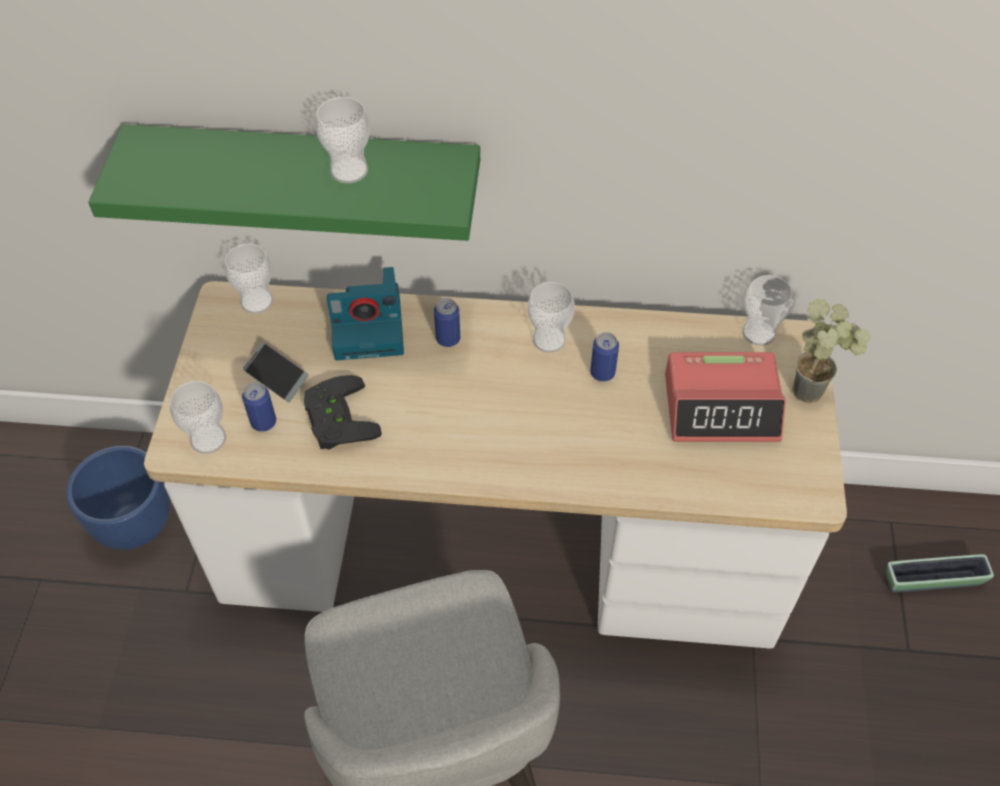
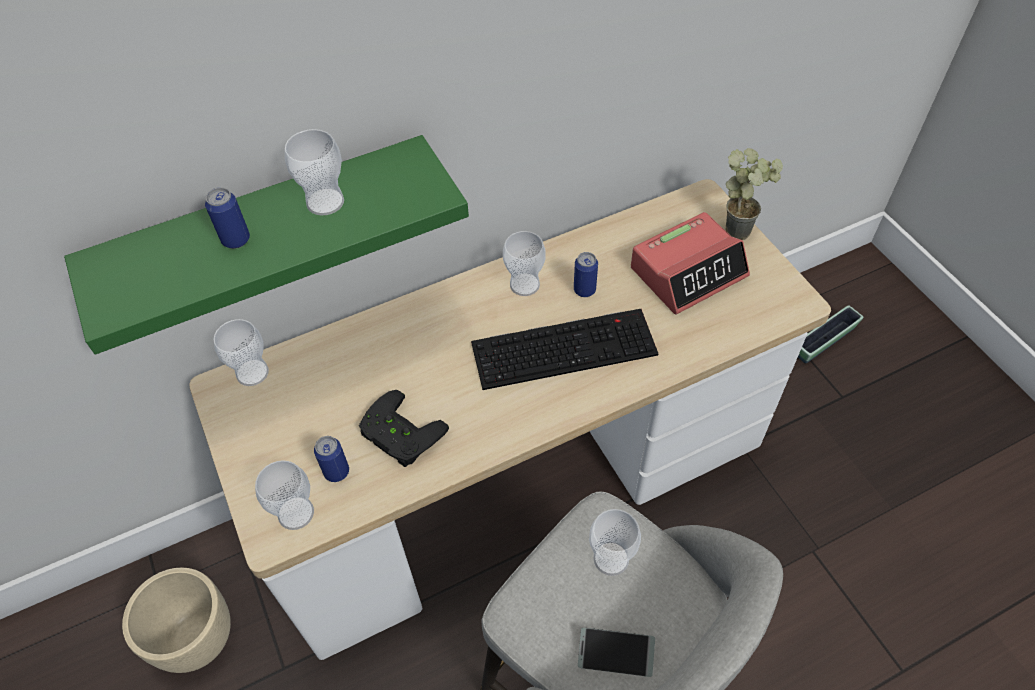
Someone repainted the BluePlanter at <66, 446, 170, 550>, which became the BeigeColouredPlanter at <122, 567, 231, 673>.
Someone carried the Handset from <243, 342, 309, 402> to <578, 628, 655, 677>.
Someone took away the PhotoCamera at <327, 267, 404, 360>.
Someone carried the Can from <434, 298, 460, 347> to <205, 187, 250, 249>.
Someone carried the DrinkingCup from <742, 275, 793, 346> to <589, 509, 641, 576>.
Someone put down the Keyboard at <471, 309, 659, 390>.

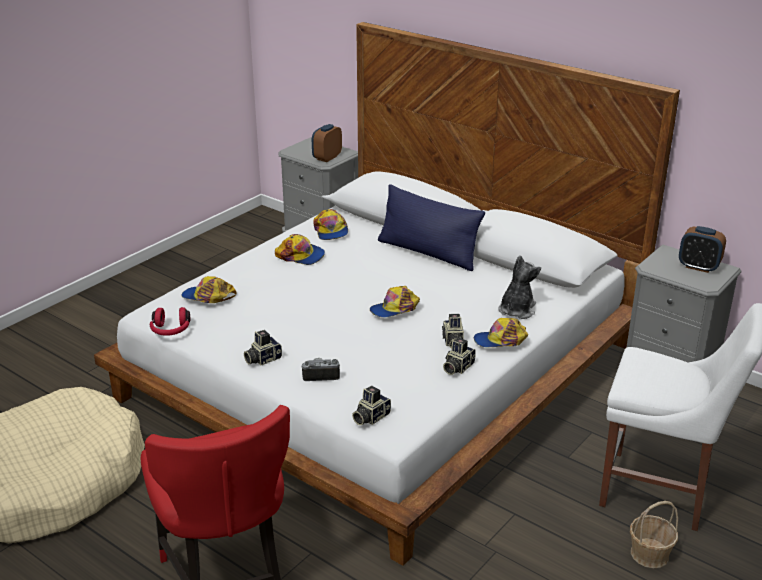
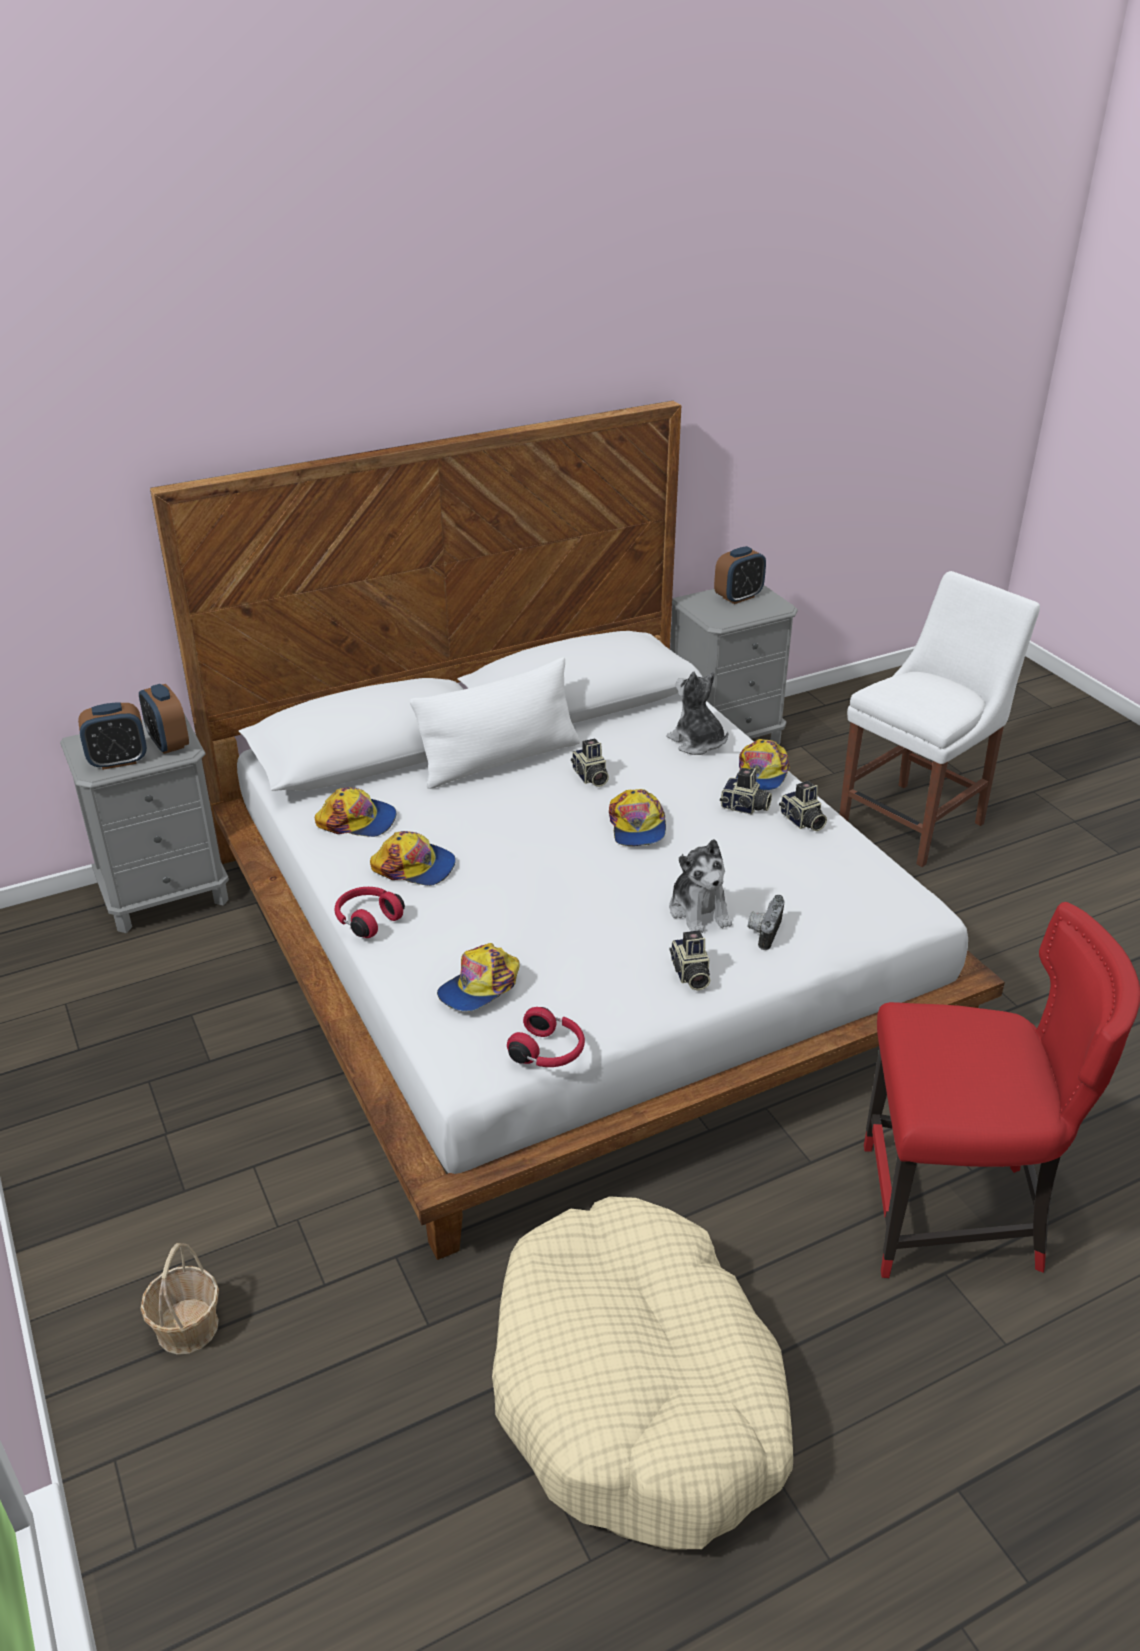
Someone rotated the PeakedCap at <275, 234, 325, 265> by 60 degrees clockwise.
Someone carried the PhotoCamera from <352, 386, 391, 425> to <571, 739, 609, 787>.
Someone repainted the BluePillow at <378, 184, 485, 271>, which became the WhitePillow at <410, 657, 580, 789>.
Someone carried the HouseholdBasket from <630, 501, 678, 568> to <140, 1243, 219, 1355>.
Someone put down the TableClock at <78, 702, 147, 770>.
Someone put down the ReddishHeadphones at <335, 887, 405, 938>.
Someone put down the PlushToy at <669, 839, 732, 933>.

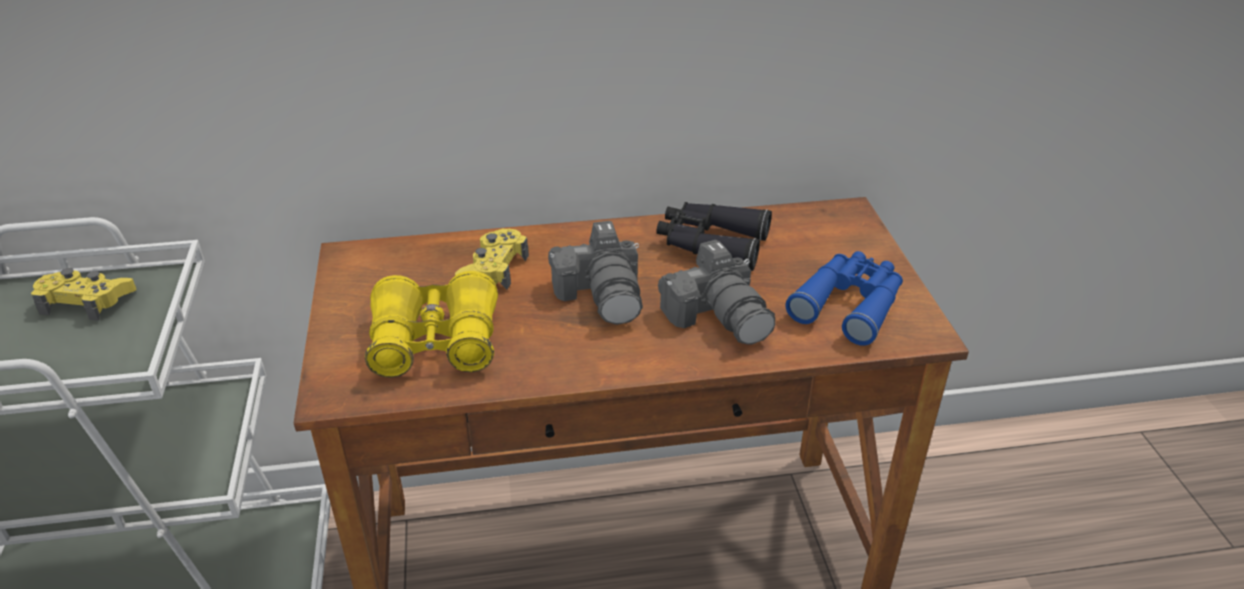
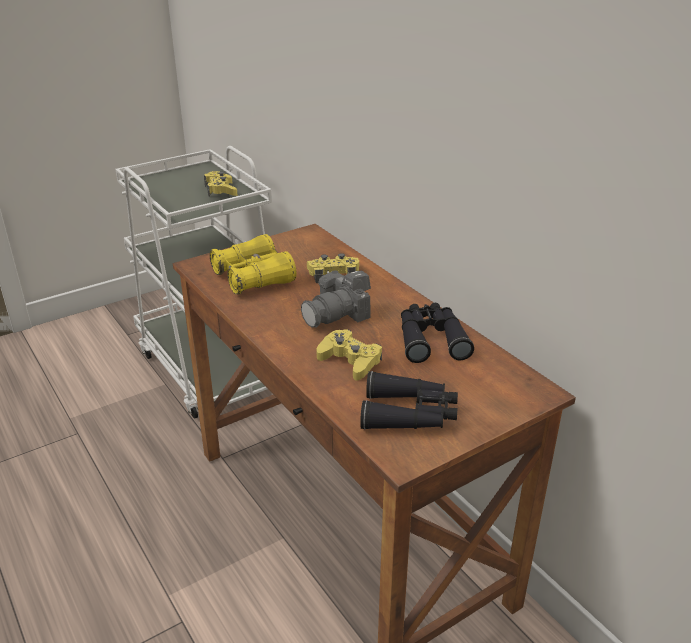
Someone swapped the PhotoCamera at <658, 240, 775, 345> for the YellowJoypad at <317, 329, 382, 381>.
Someone repainted the BlueFieldGlasses at <785, 251, 903, 346>, which became the BlackFieldGlasses at <360, 371, 458, 430>.

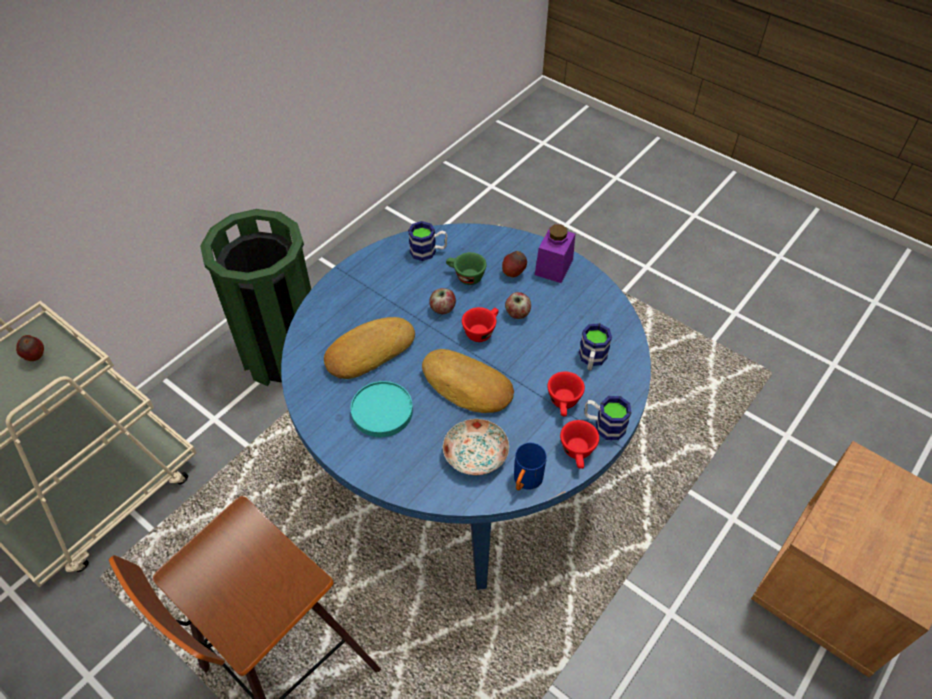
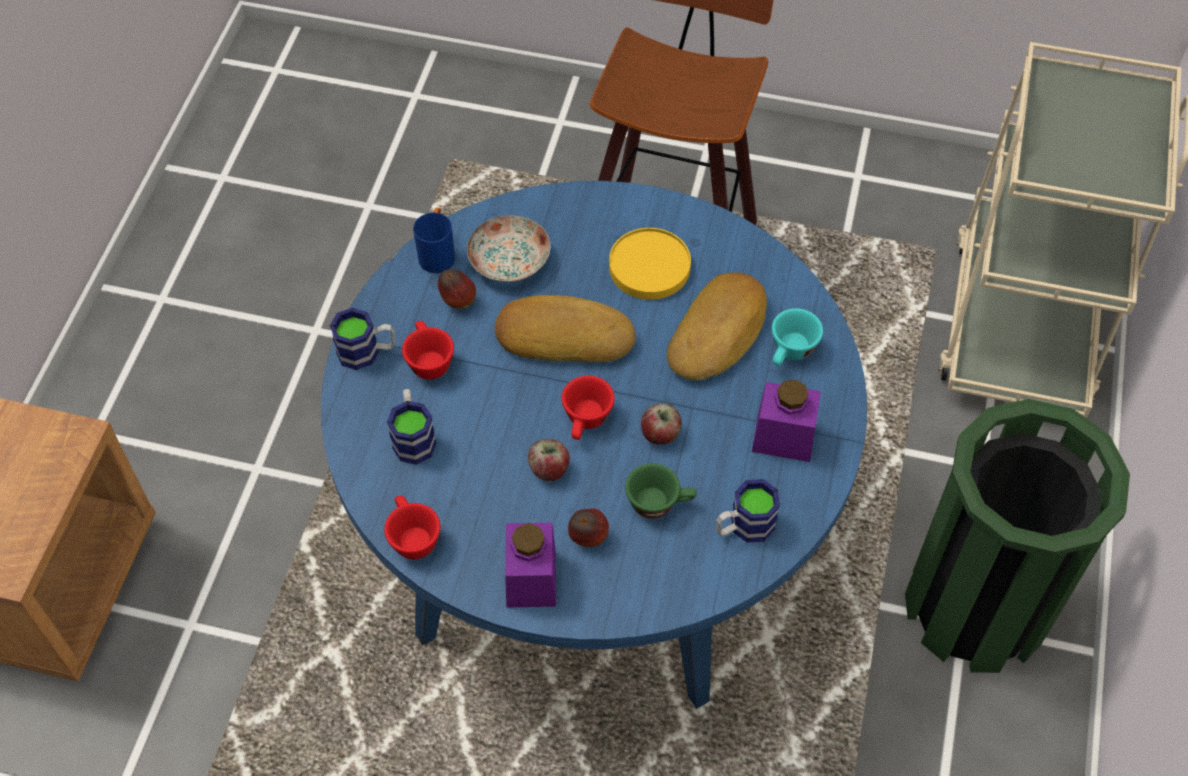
Someone carried the AppleFruit from <16, 335, 44, 361> to <438, 269, 476, 309>.
Someone repainted the BlueGreenDinnerPlate at <351, 381, 413, 437>, which became the YellowDinnerPlate at <609, 228, 691, 300>.
Someone carried the ReddishDrinkingCup from <560, 420, 599, 469> to <384, 496, 440, 559>.
Someone put down the PurplishStorageJar at <752, 379, 821, 462>.
Someone put down the BlueGreenDrinkingCup at <772, 308, 823, 366>.

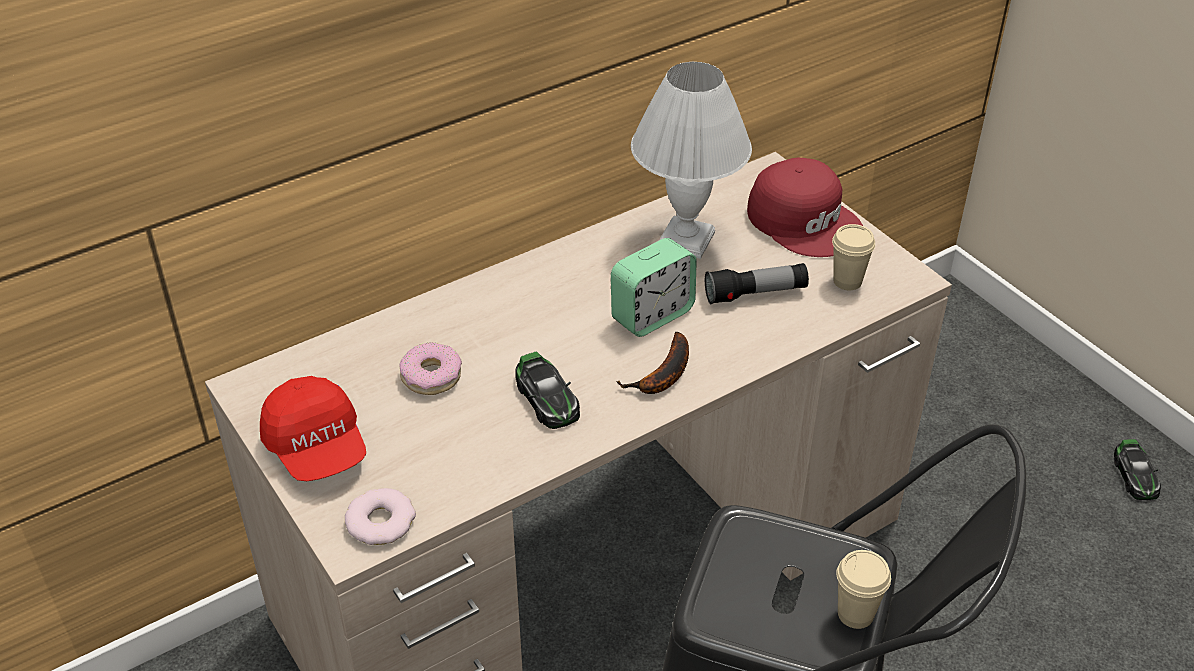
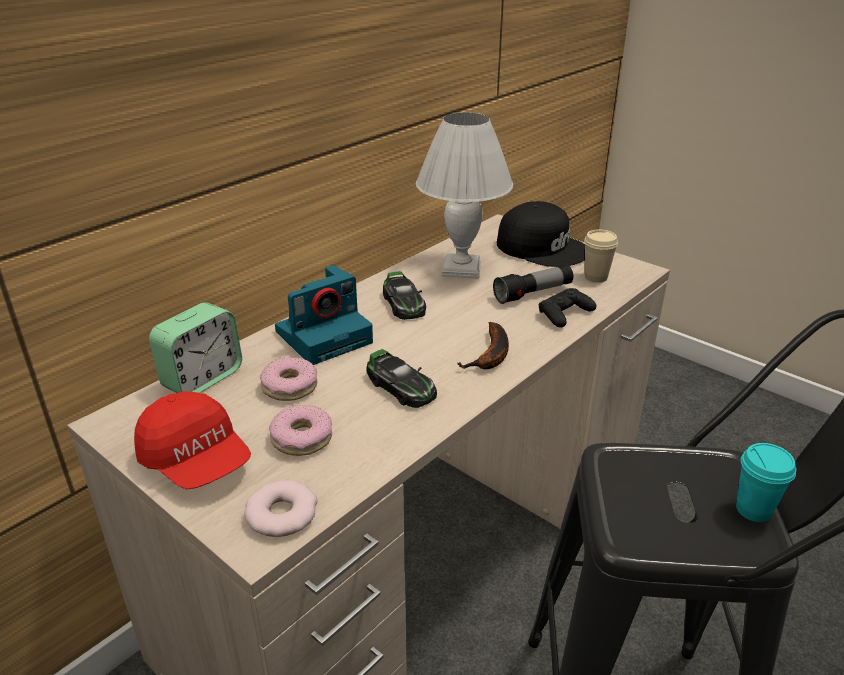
Someone carried the TableClock from <611, 238, 697, 337> to <149, 302, 242, 393>.
Someone repainted the ReddishPeakedCap at <747, 158, 863, 257>, which became the BlackPeakedCap at <497, 201, 585, 267>.
Someone repainted the BeigeColouredDrinkingCup at <836, 550, 891, 629>, which became the BlueGreenDrinkingCup at <736, 443, 796, 522>.
Someone carried the ToyCar from <1114, 439, 1161, 500> to <383, 271, 426, 320>.
Someone put down the RingDoughnut at <269, 405, 332, 456>.
Someone put down the PhotoCamera at <275, 265, 373, 365>.
Someone put down the BlackJoypad at <539, 288, 596, 327>.

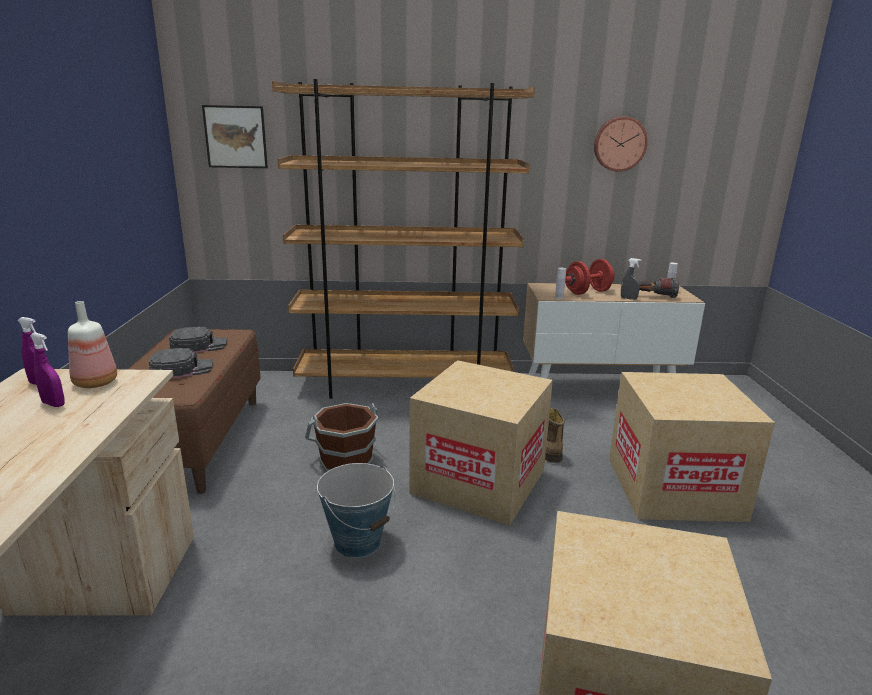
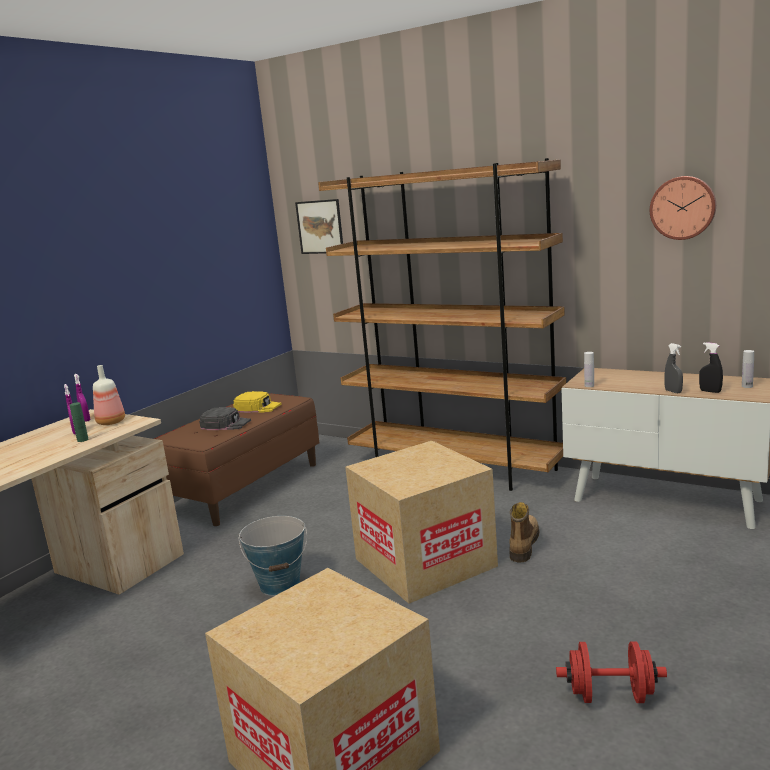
Someone repainted the BlackPeakedCap at <169, 327, 227, 353>, which became the YellowPeakedCap at <233, 391, 282, 413>.
Someone took away the BrownColouredWaterBucket at <305, 403, 378, 472>.
Someone carried the ReddishDumbbell from <565, 259, 615, 295> to <556, 642, 667, 703>.
Someone took away the CardboardBox at <609, 372, 775, 522>.
Someone swapped the Torch at <640, 277, 679, 298> for the BlackSprayer at <699, 342, 723, 393>.
Someone put down the GreenColouredBottle at <70, 402, 88, 442>.

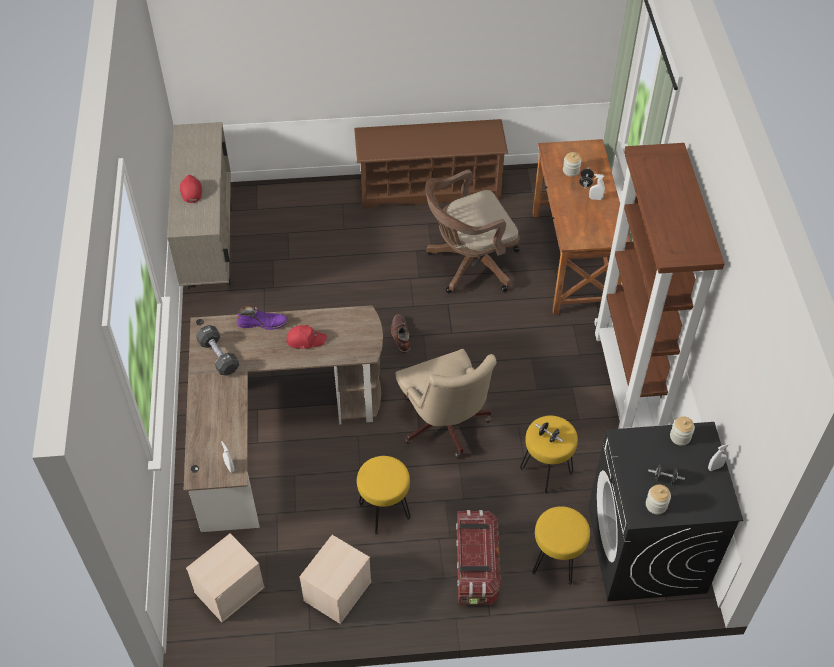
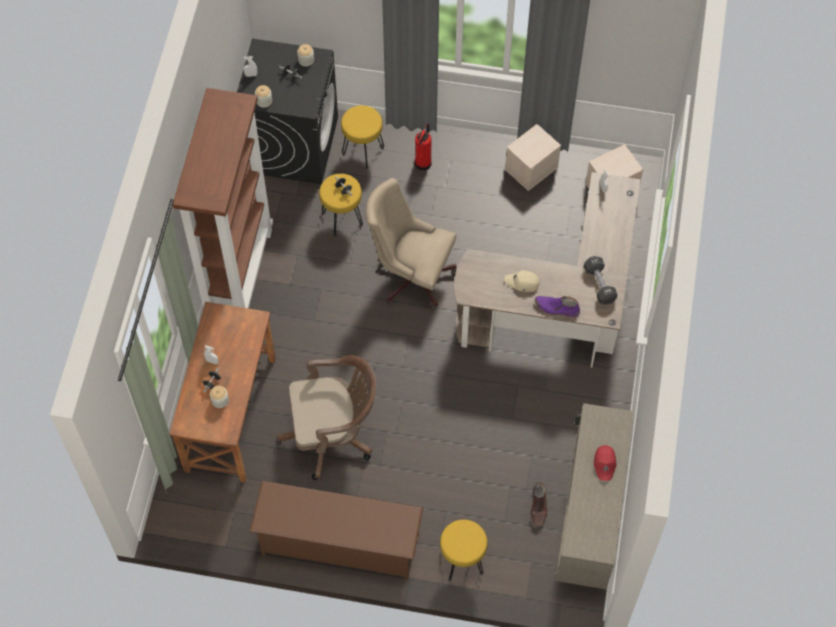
Someone repainted the ReddishPeakedCap at <286, 325, 327, 349>, which became the BeigeColouredPeakedCap at <504, 270, 540, 292>.
Someone carried the YellowStoolSeat from <357, 456, 410, 535> to <440, 520, 488, 581>.
Someone carried the BrownColouredHighTopBoot from <391, 314, 411, 354> to <530, 482, 547, 527>.
Someone rotated the BeigeColouredDeskChair at <395, 349, 496, 458> by 60 degrees counterclockwise.
Someone swapped the StorageContainer at <456, 510, 501, 605> for the FireFightingCylinder at <415, 123, 432, 170>.

